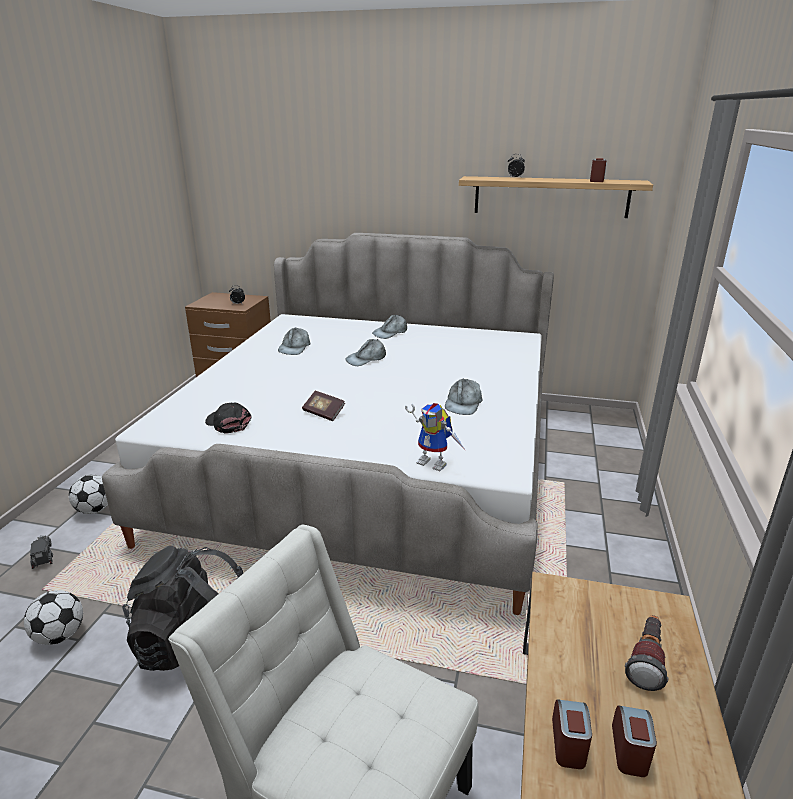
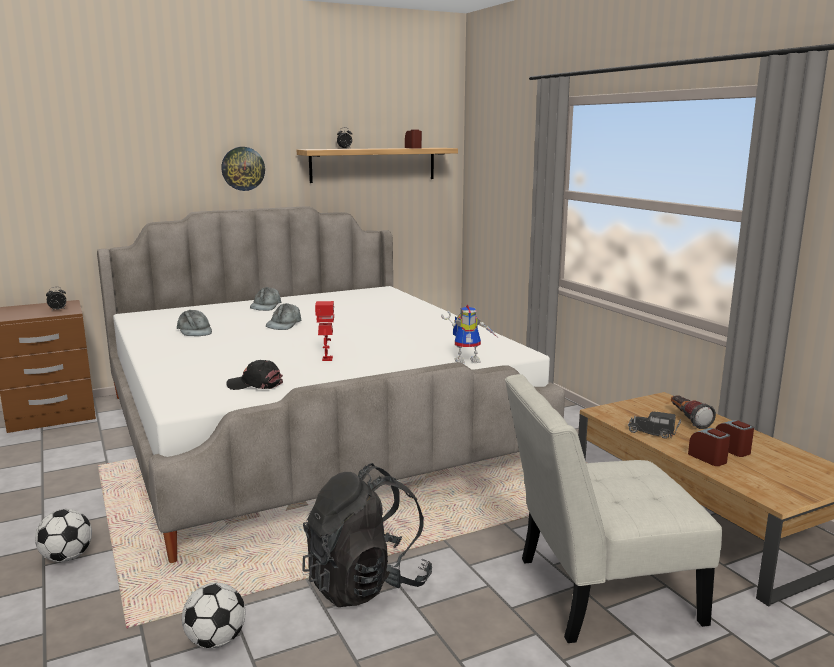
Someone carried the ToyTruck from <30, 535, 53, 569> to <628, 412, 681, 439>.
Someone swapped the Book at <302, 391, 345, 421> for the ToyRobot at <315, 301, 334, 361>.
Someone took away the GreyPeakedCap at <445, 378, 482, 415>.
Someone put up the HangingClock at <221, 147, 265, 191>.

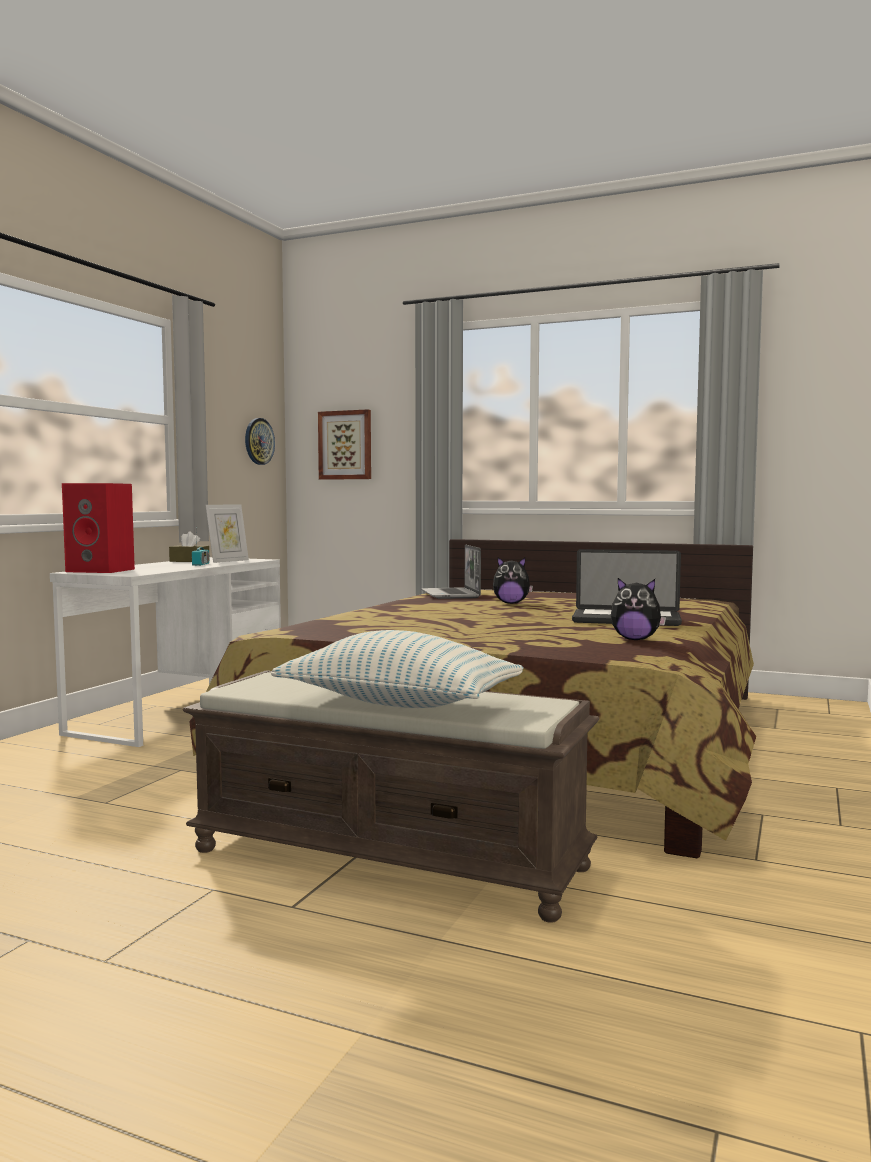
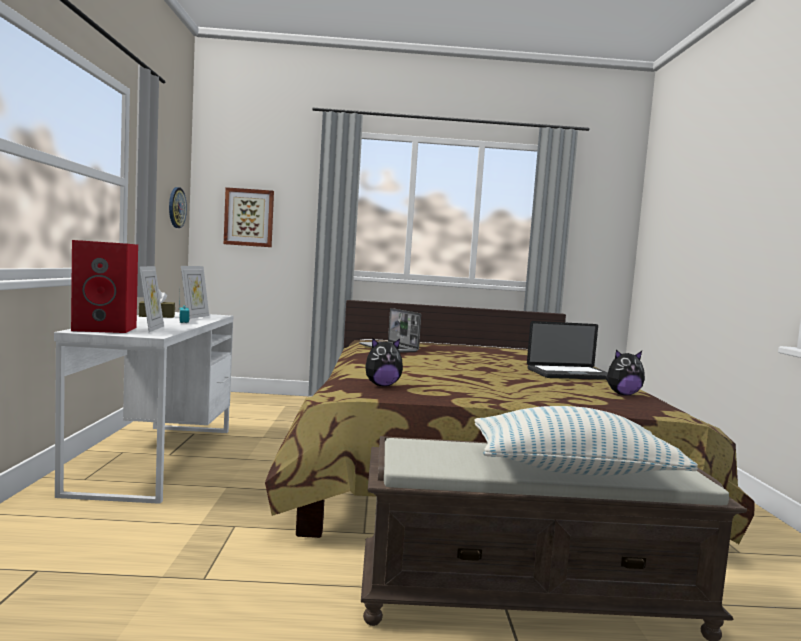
Someone carried the PlushToy from <493, 557, 533, 604> to <365, 338, 403, 386>.
Someone put down the PictureFrame at <139, 266, 164, 332>.

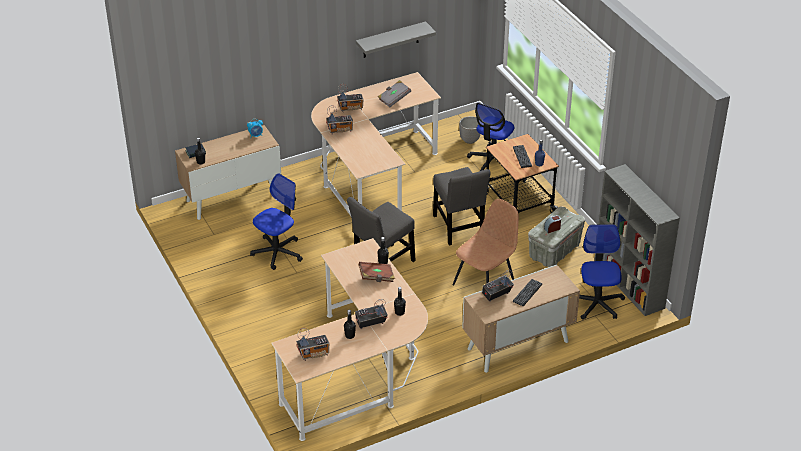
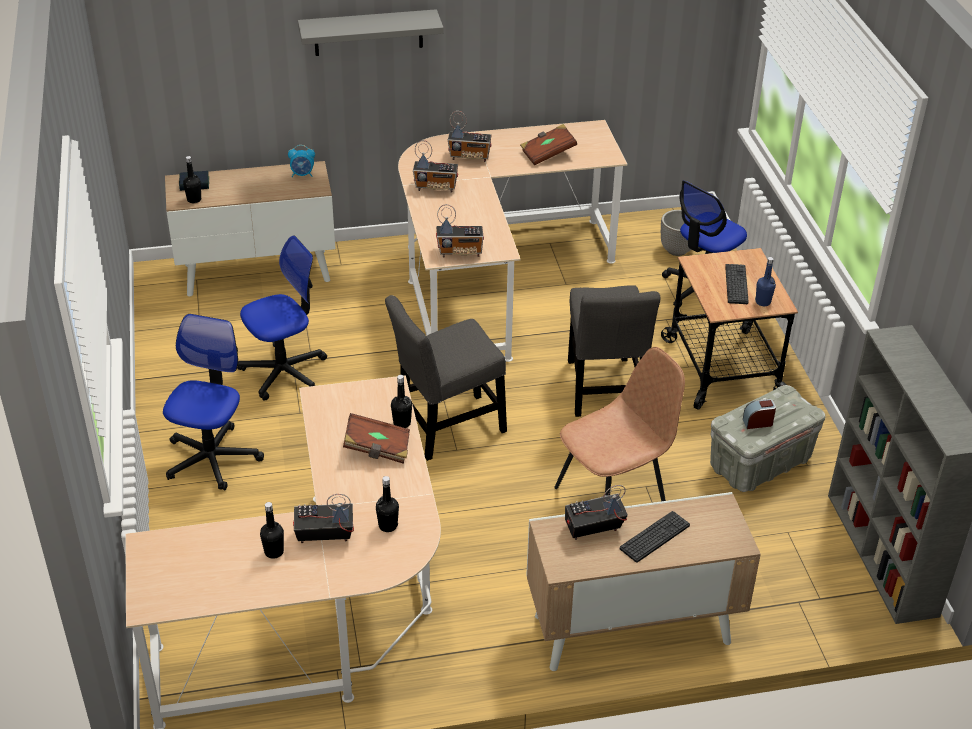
Someone carried the RadioSet from <296, 328, 329, 361> to <436, 204, 484, 258>.
Someone carried the GreyWallShelf from <356, 22, 436, 58> to <298, 9, 444, 56>.
Someone repainted the GreyBook at <378, 80, 411, 107>, which became the BrownColouredBook at <520, 124, 577, 165>.
Someone carried the DeskChair from <579, 224, 625, 320> to <163, 314, 264, 490>.

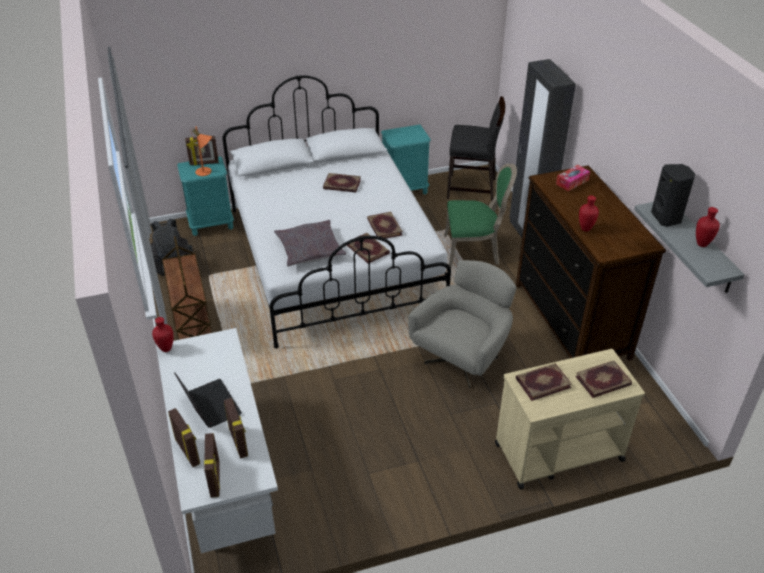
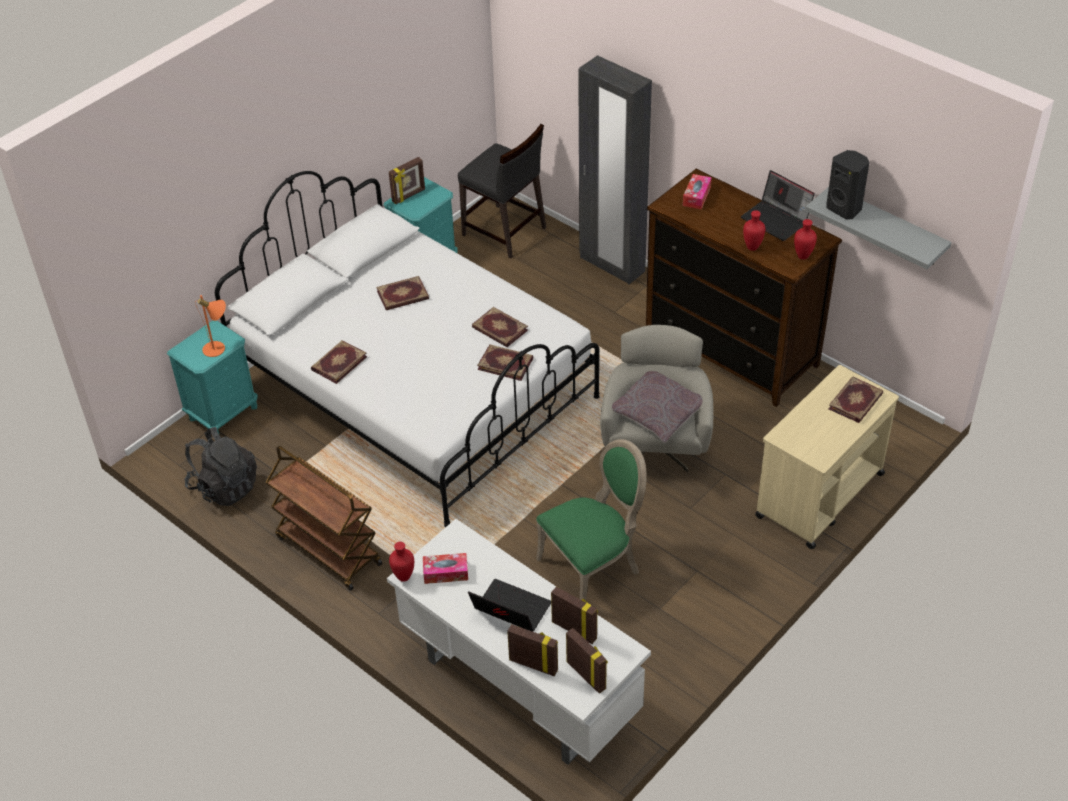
Someone carried the PictureFrame from <185, 136, 219, 165> to <389, 157, 425, 204>.
Someone carried the GreyPillow from <274, 220, 346, 266> to <612, 371, 702, 443>.
Someone carried the GreenColouredUprightChair from <444, 164, 517, 268> to <536, 439, 647, 601>.
Someone rotated the BlackUprightChair at <447, 96, 505, 201> by 60 degrees clockwise.
Someone carried the Book from <516, 363, 572, 401> to <311, 340, 367, 384>.
Someone carried the ReddishFlowerVase from <696, 207, 720, 247> to <794, 219, 817, 260>.
Someone put down the TissueBox at <423, 553, 468, 584>.
Someone put down the Laptop at <741, 170, 815, 241>.

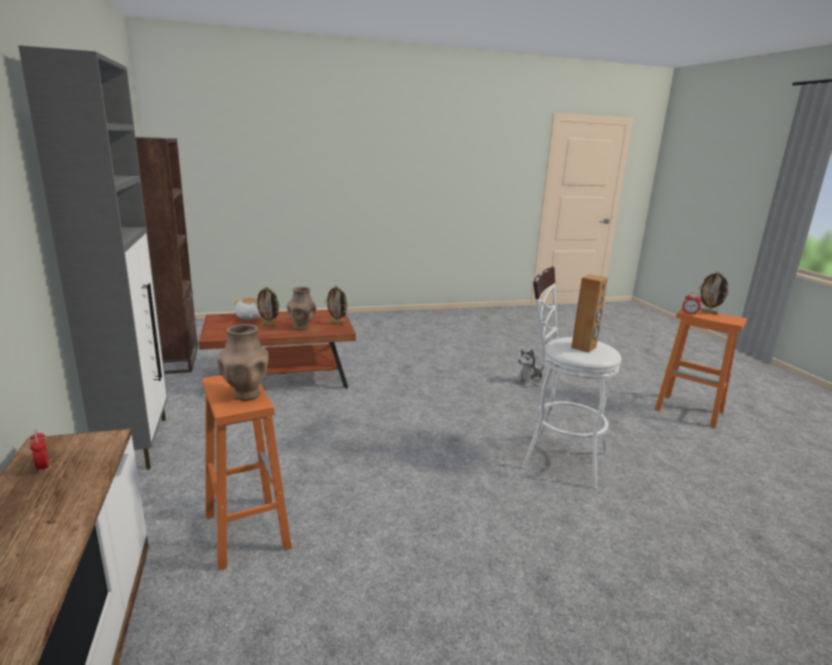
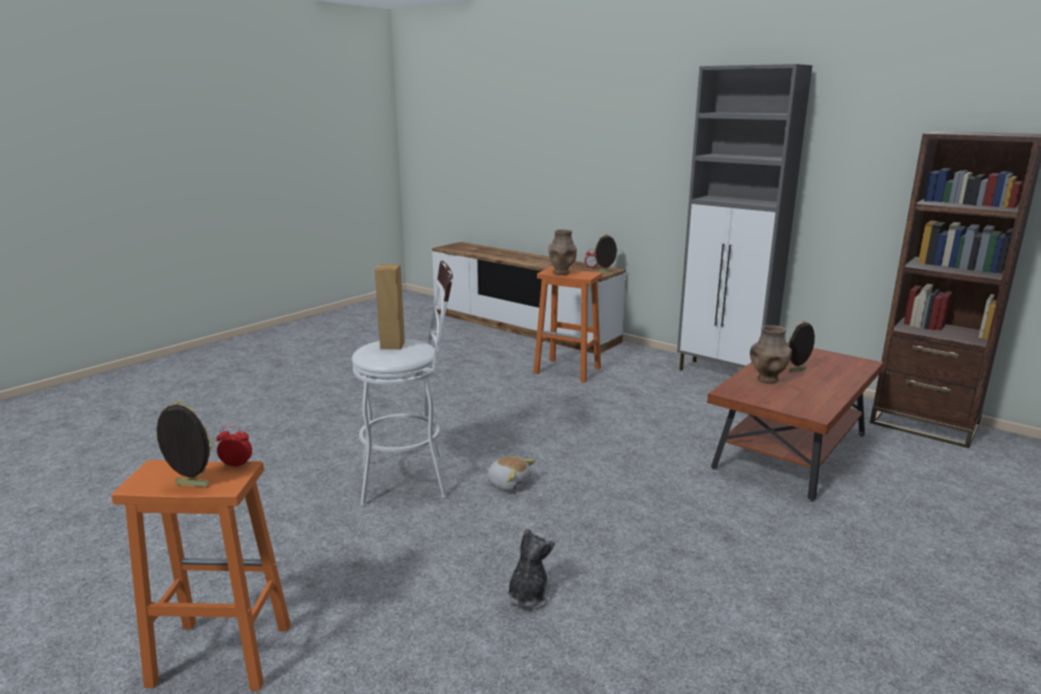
Someone carried the PlushToy from <234, 297, 261, 320> to <487, 456, 535, 491>.
Someone carried the PictureFrame from <325, 286, 348, 325> to <594, 234, 618, 272>.

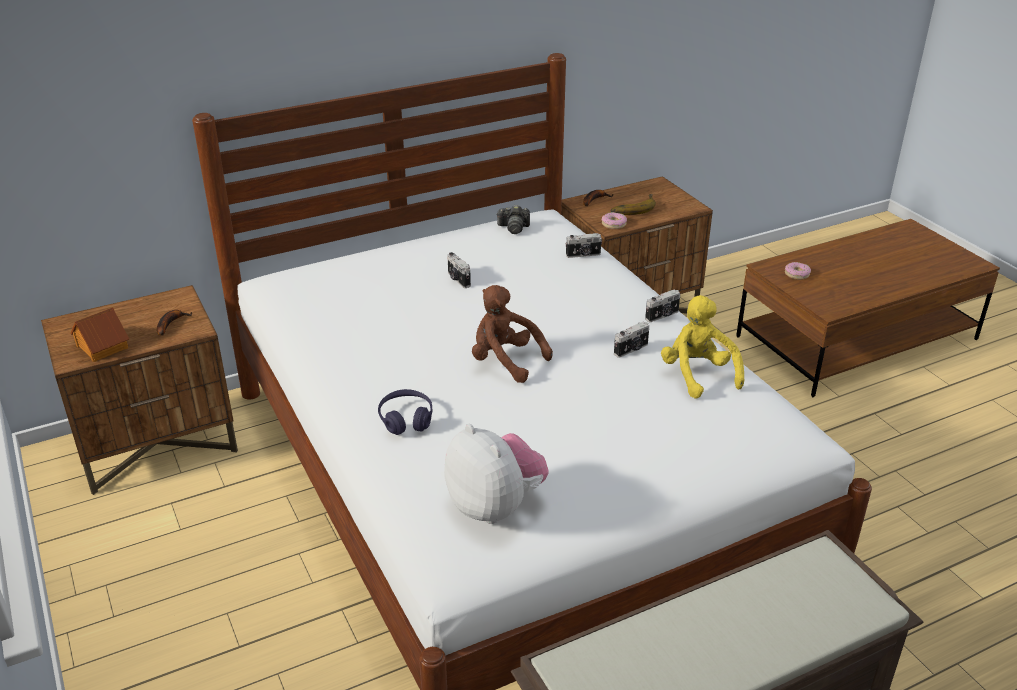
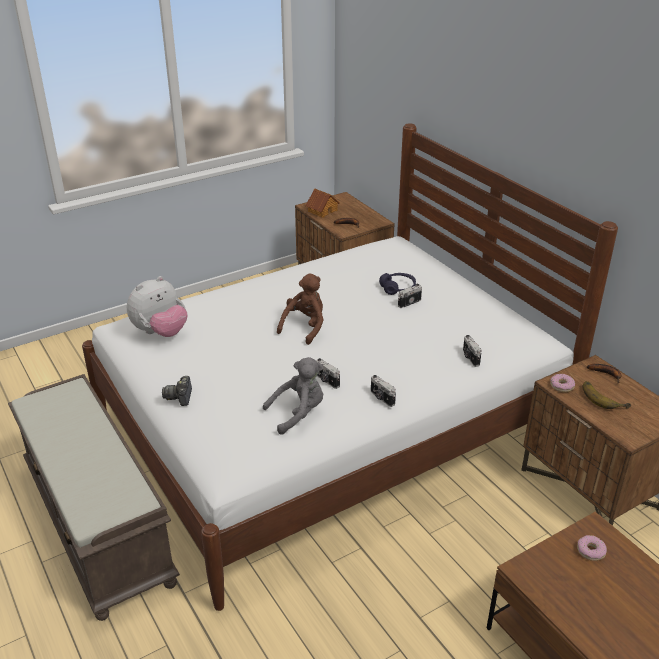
Someone carried the PurplishHeadphones from <378, 389, 432, 435> to <379, 273, 416, 295>.
Someone carried the PhotoCamera from <496, 205, 530, 234> to <162, 376, 192, 406>.
Someone repainted the YellowPlushToy at <661, 295, 744, 399>, which became the GreyPlushToy at <263, 357, 323, 434>.

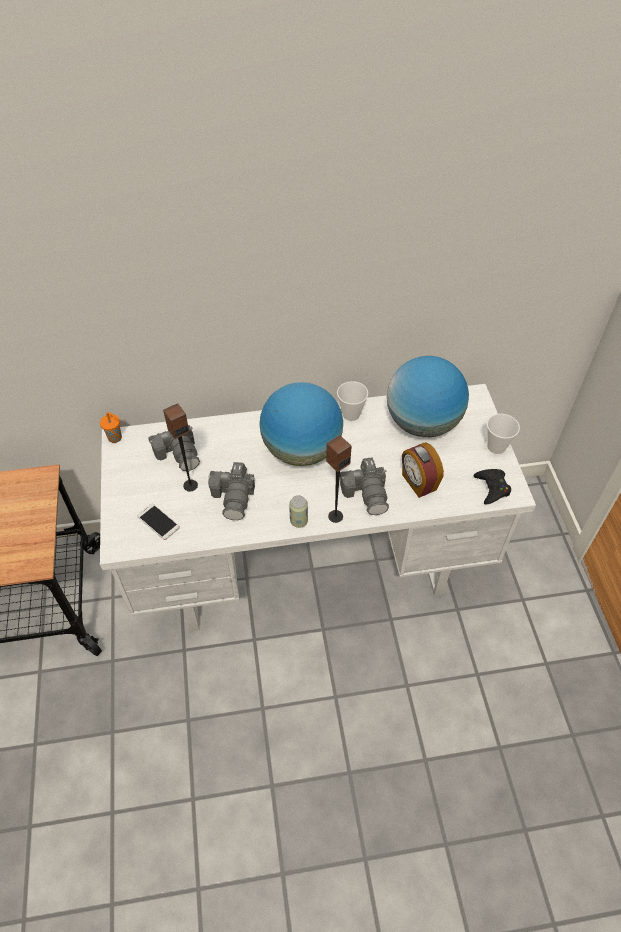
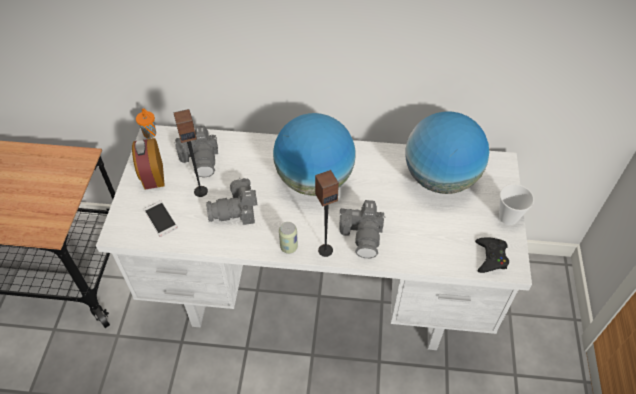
Someone rotated the PhotoCamera at <208, 462, 255, 520> by 60 degrees clockwise.
Someone took away the DrinkingCup at <337, 381, 368, 421>.
Someone carried the TableClock from <402, 442, 444, 498> to <132, 138, 165, 189>.

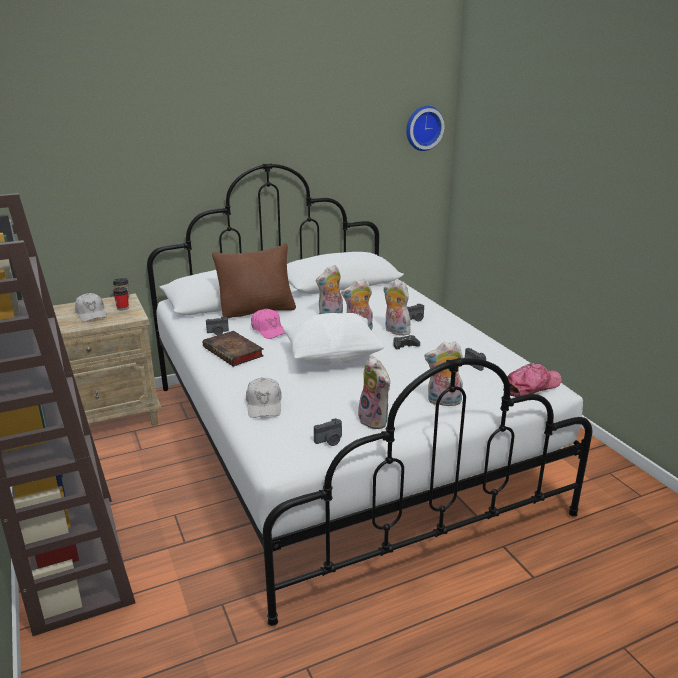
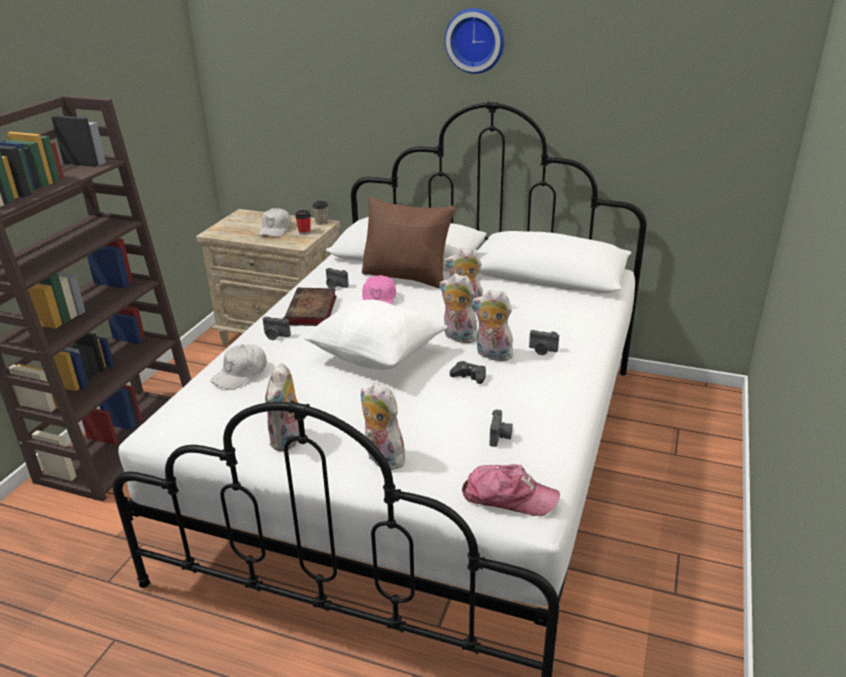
Someone carried the PhotoCamera from <314, 418, 342, 446> to <263, 317, 291, 340>.
Someone rotated the PlushToy at <383, 280, 410, 336> by 60 degrees counterclockwise.
Someone carried the HangingClock from <406, 106, 444, 151> to <445, 8, 504, 74>.

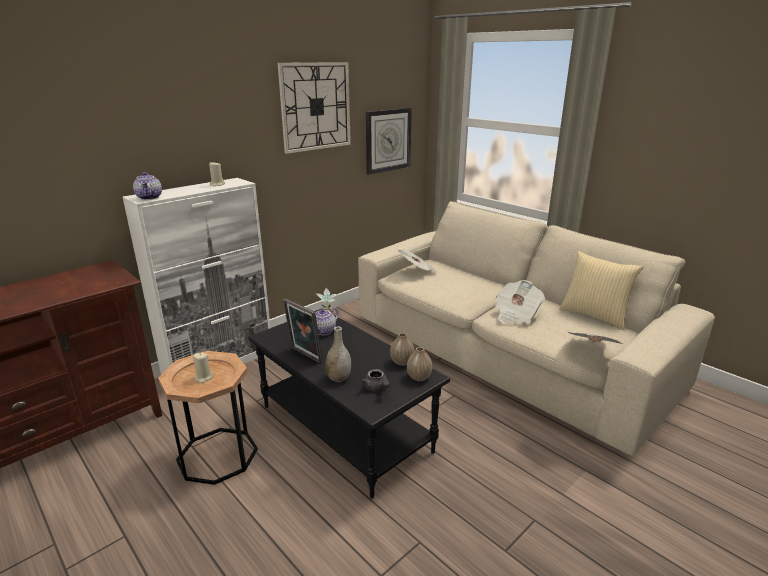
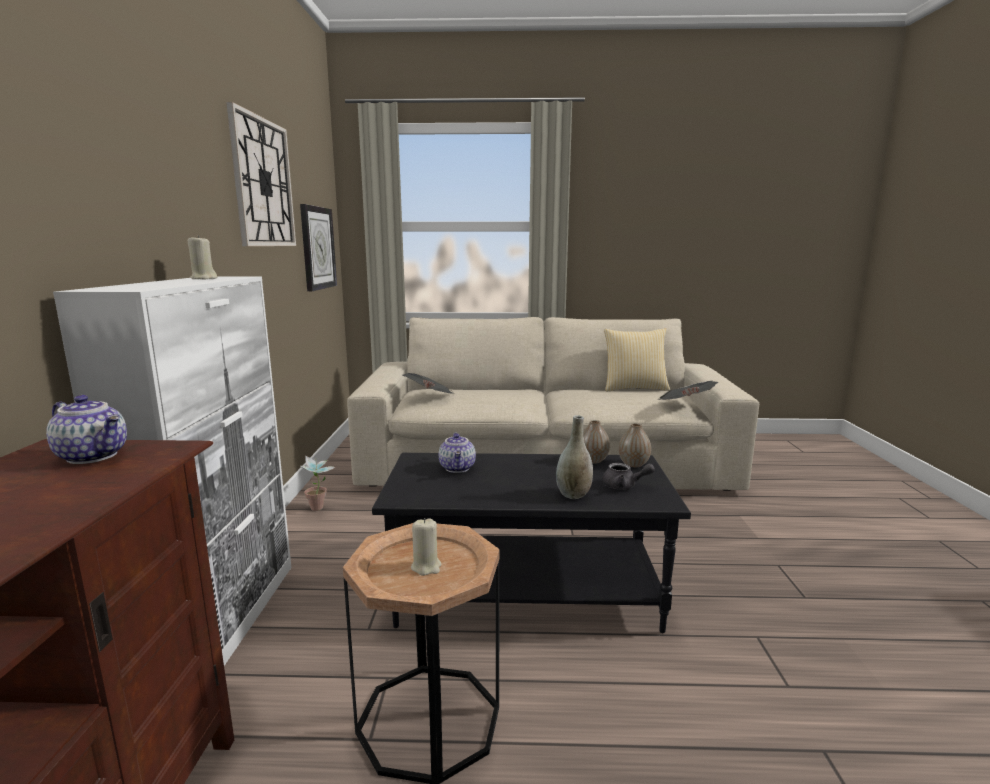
Someone carried the Teapot from <133, 172, 162, 200> to <46, 395, 127, 464>.
Someone took away the PictureFrame at <283, 299, 323, 363>.
Someone took away the DailyPaper at <495, 280, 545, 324>.

